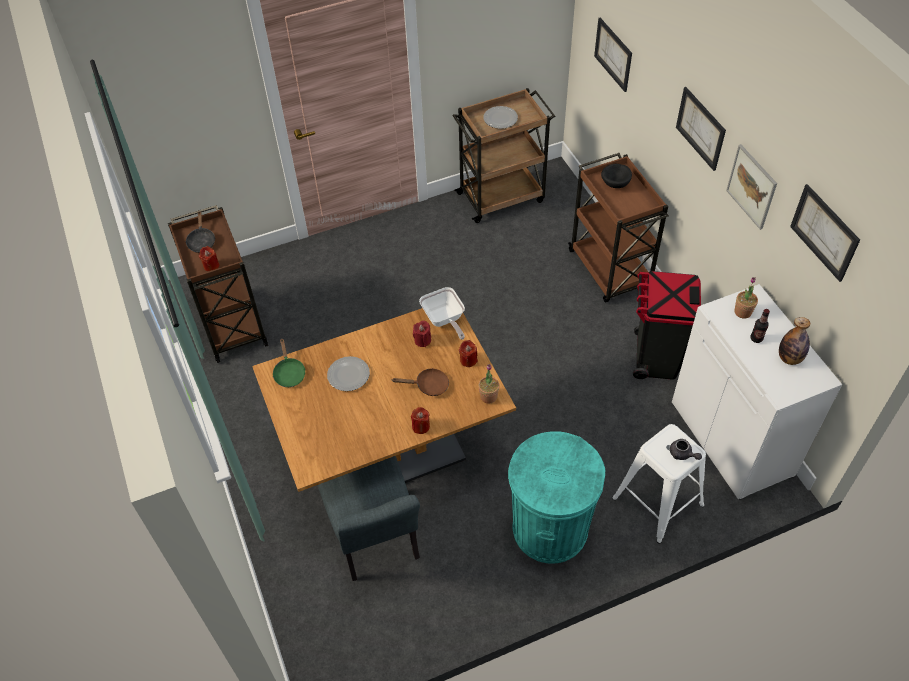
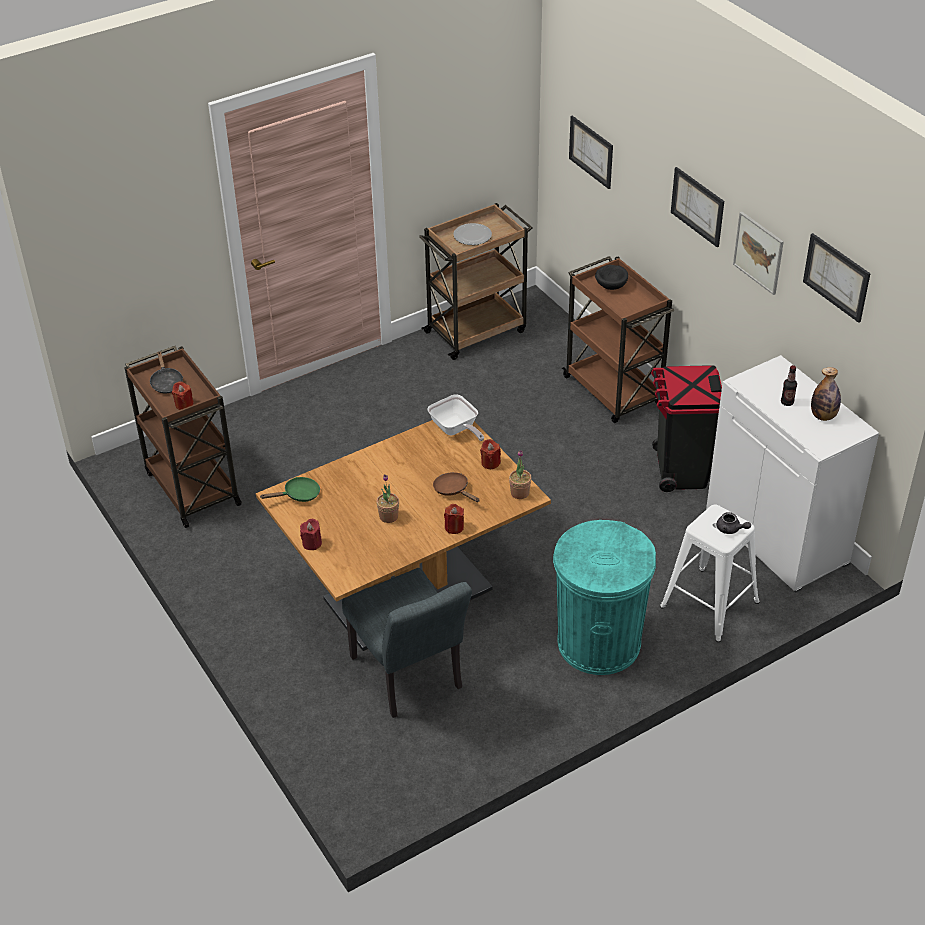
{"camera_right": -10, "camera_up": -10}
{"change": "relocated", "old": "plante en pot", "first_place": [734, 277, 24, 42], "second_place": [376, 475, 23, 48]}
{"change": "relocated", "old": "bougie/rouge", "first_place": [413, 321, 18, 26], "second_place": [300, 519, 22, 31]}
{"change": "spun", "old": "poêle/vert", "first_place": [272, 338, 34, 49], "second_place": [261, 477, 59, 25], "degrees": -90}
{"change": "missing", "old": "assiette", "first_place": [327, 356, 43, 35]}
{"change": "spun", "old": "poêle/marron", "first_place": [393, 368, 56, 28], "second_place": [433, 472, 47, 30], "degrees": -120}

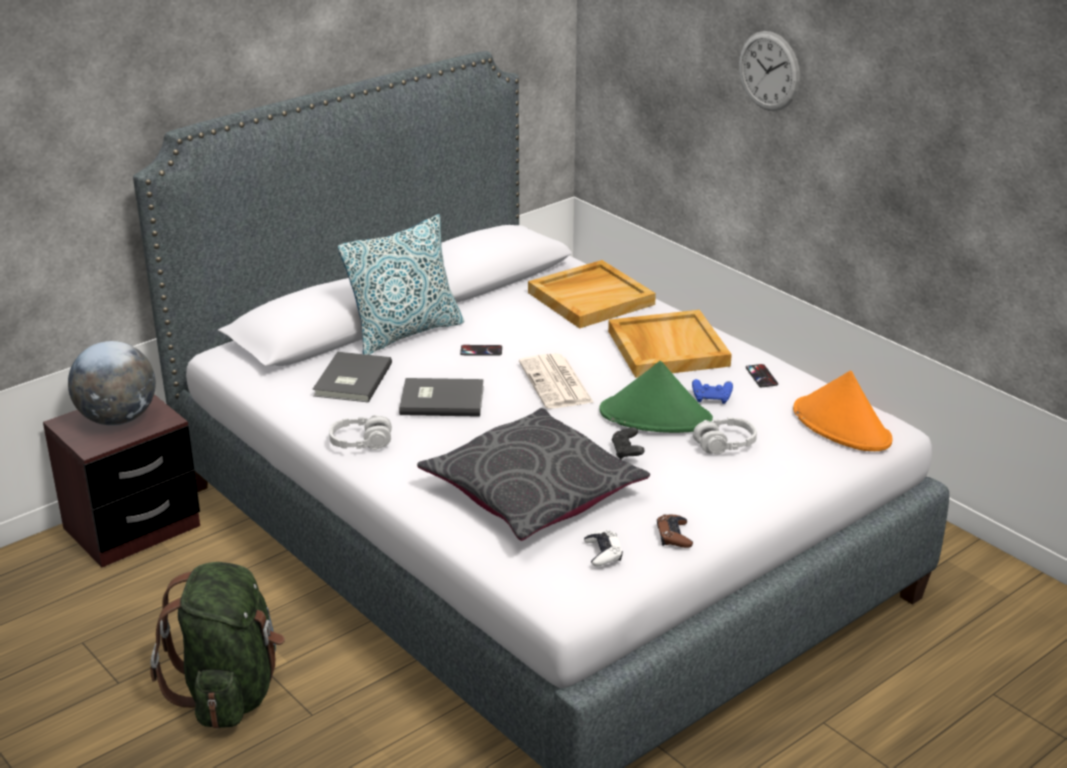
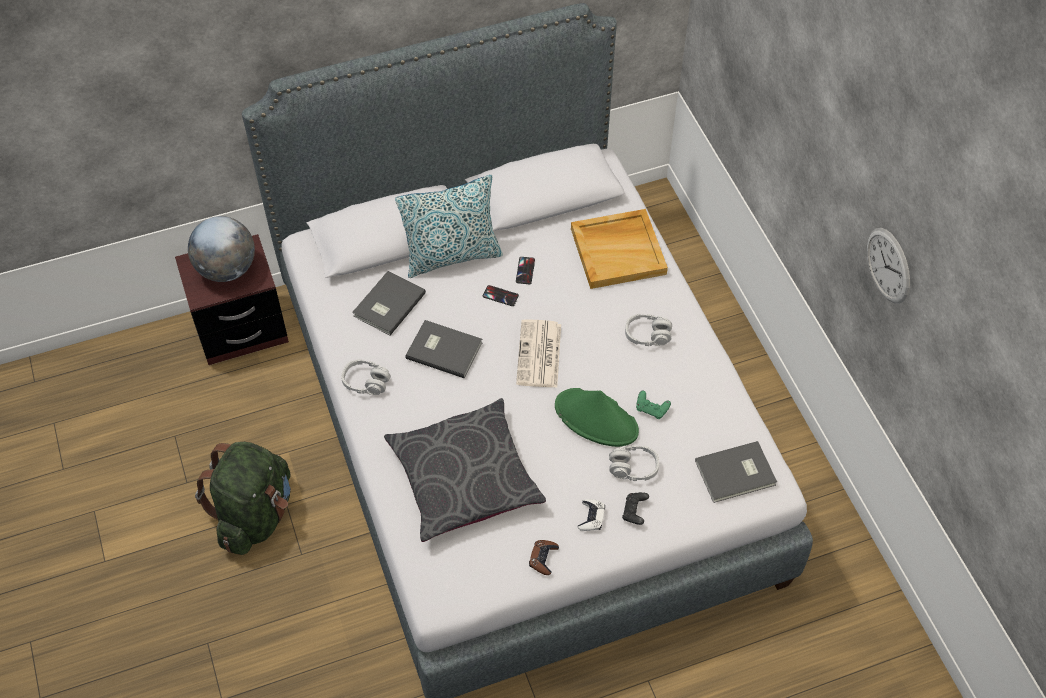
{"camera_right": 20, "camera_up": 25}
{"change": "relocated", "old": "horloge murale", "first_place": [739, 31, 61, 80], "second_place": [867, 228, 43, 76]}
{"change": "exchanged", "old": "plateau/beige", "new": "casque audio/gris", "first_place": [608, 310, 124, 68], "second_place": [625, 314, 47, 32]}
{"change": "relocated", "old": "téléphone", "first_place": [746, 364, 32, 23], "second_place": [516, 257, 19, 27]}
{"change": "exchanged", "old": "chapeau/orange", "new": "livre/gris", "first_place": [793, 370, 100, 81], "second_place": [695, 441, 82, 62]}
{"change": "colour", "old": "manette/bleu", "new": "manette/vert", "first_place": [692, 379, 41, 25], "second_place": [636, 390, 35, 29]}
{"change": "relocated", "old": "manette/noir", "first_place": [612, 427, 33, 33], "second_place": [622, 492, 27, 33]}
{"change": "relocated", "old": "manette/blanc", "first_place": [584, 530, 39, 36], "second_place": [578, 499, 27, 32]}

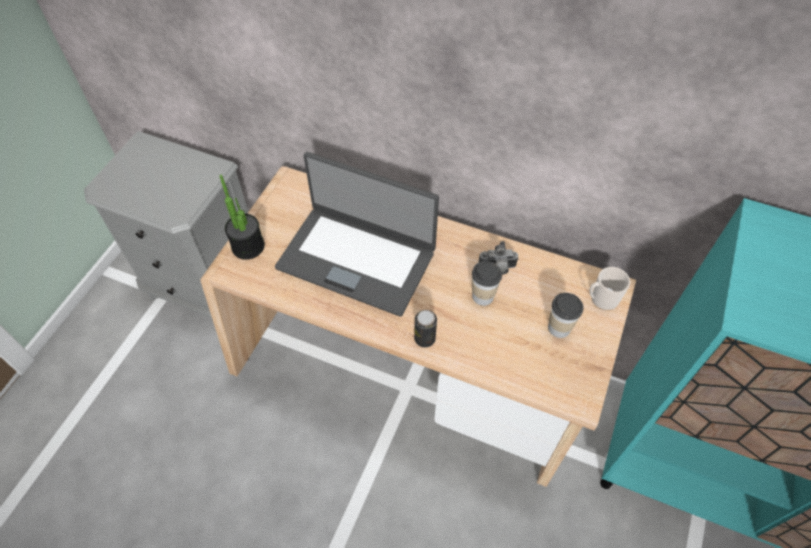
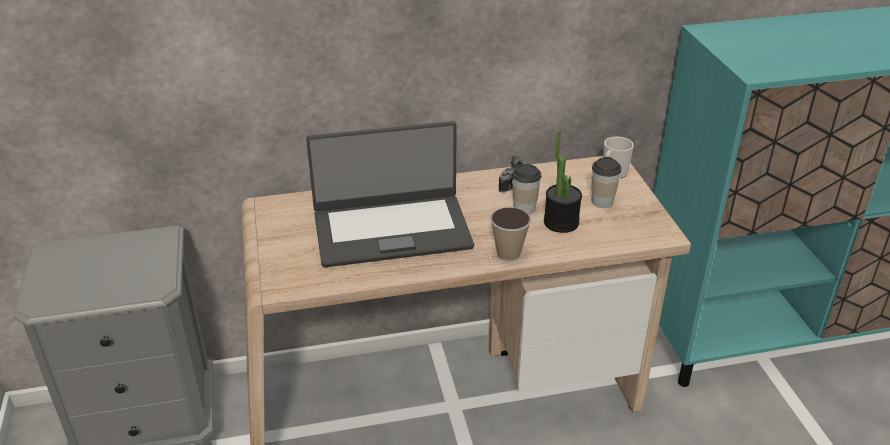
{"camera_right": -35, "camera_up": -20}
{"change": "relocated", "old": "plante en pot", "first_place": [219, 175, 46, 85], "second_place": [544, 130, 38, 103]}
{"change": "exchanged", "old": "boîte métallique", "new": "tasse", "first_place": [414, 310, 23, 38], "second_place": [490, 207, 41, 54]}

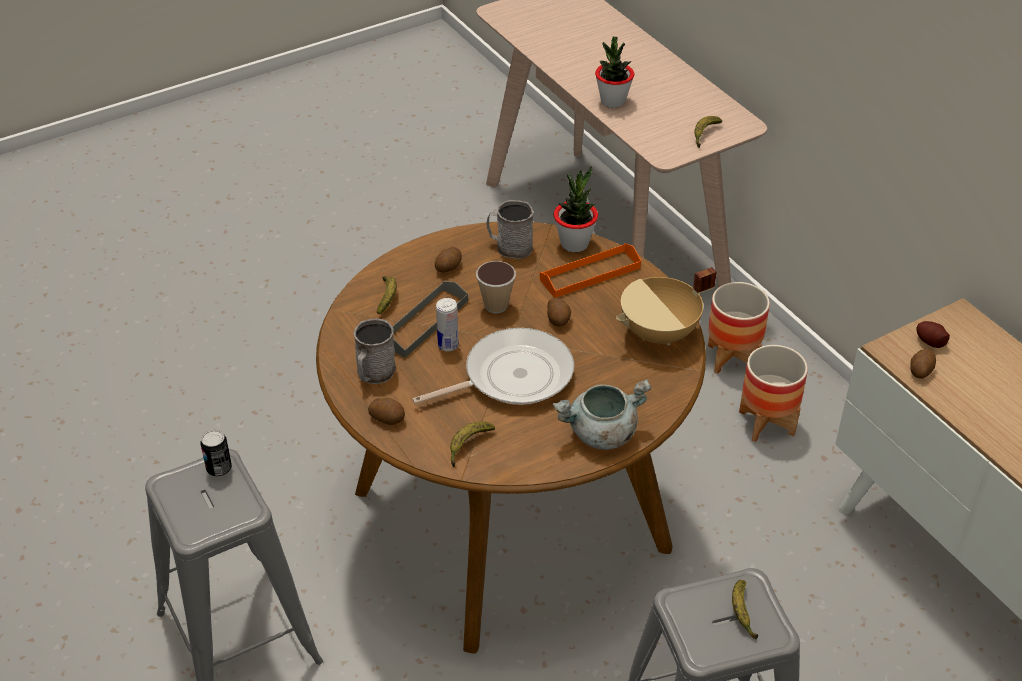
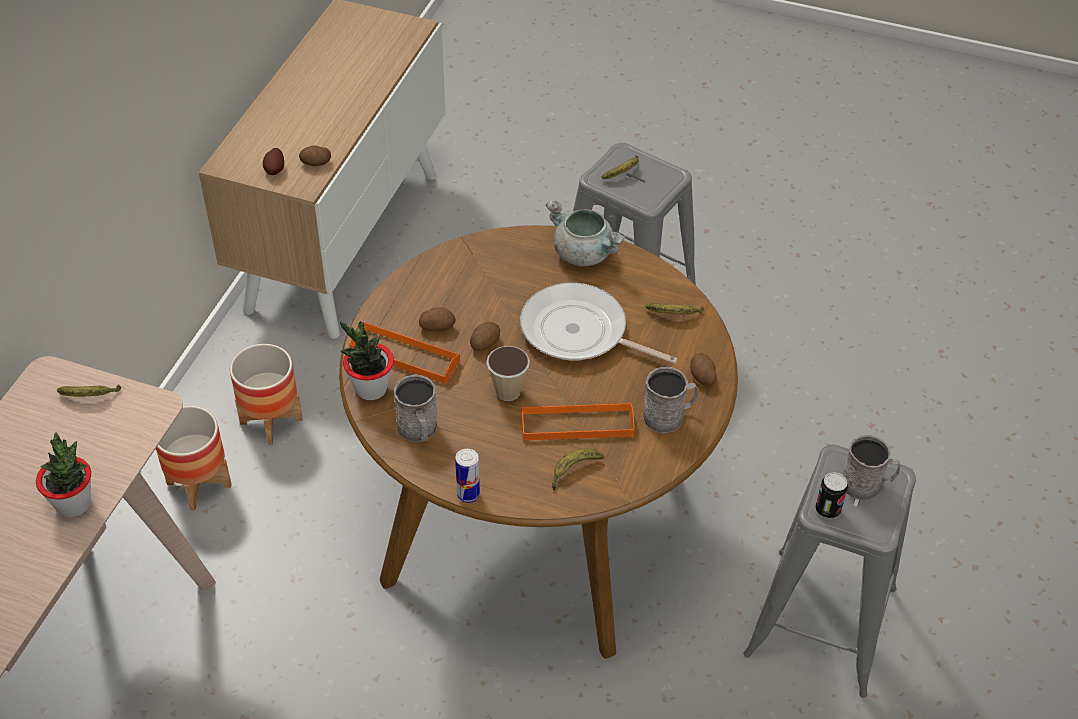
{"camera_right": -130, "camera_up": 5}
{"change": "relocated", "old": "pomme de terre", "first_place": [435, 247, 27, 26], "second_place": [419, 307, 37, 25]}
{"change": "missing", "old": "marmite/beige", "first_place": [616, 267, 101, 79]}
{"change": "colour", "old": "plateau/gris", "new": "plateau/orange", "first_place": [392, 281, 76, 77], "second_place": [521, 402, 114, 39]}
{"change": "relocated", "old": "boîte métallique", "first_place": [436, 298, 23, 53], "second_place": [455, 449, 25, 54]}
{"change": "appeared", "new": "mug/gris", "second_place": [842, 435, 58, 65]}

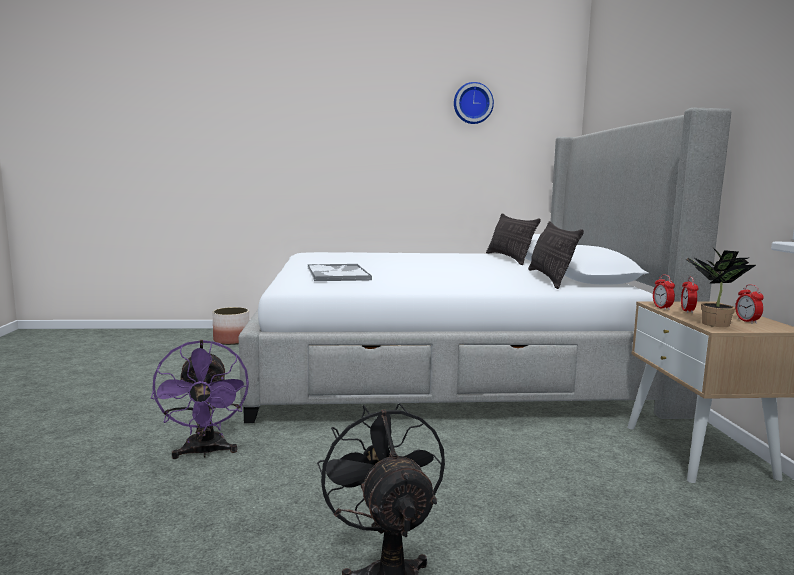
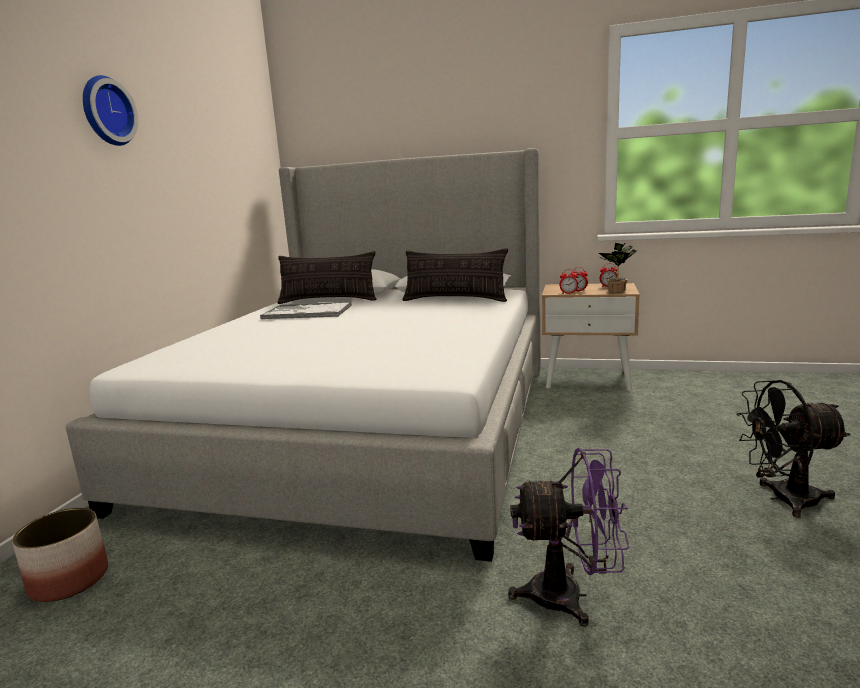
{"camera_right": -70, "camera_up": 5}
{"change": "relocated", "old": "horloge murale", "first_place": [454, 82, 40, 42], "second_place": [83, 75, 55, 71]}
{"change": "relocated", "old": "plateau", "first_place": [308, 264, 64, 17], "second_place": [260, 302, 92, 17]}

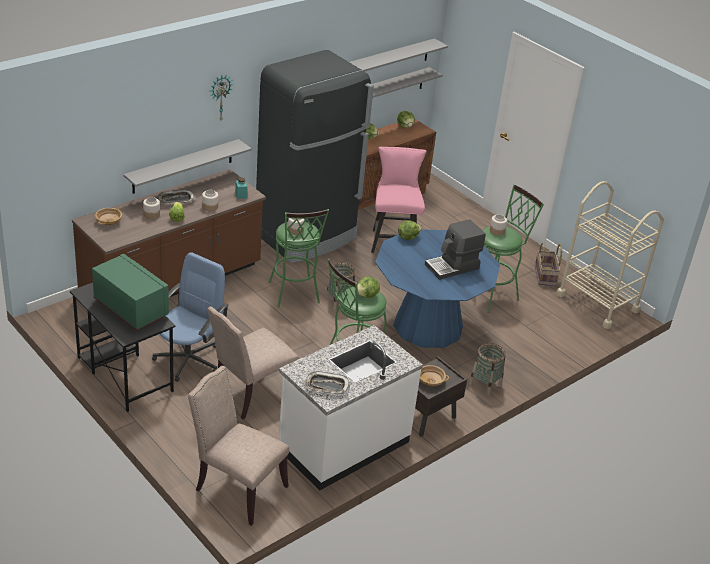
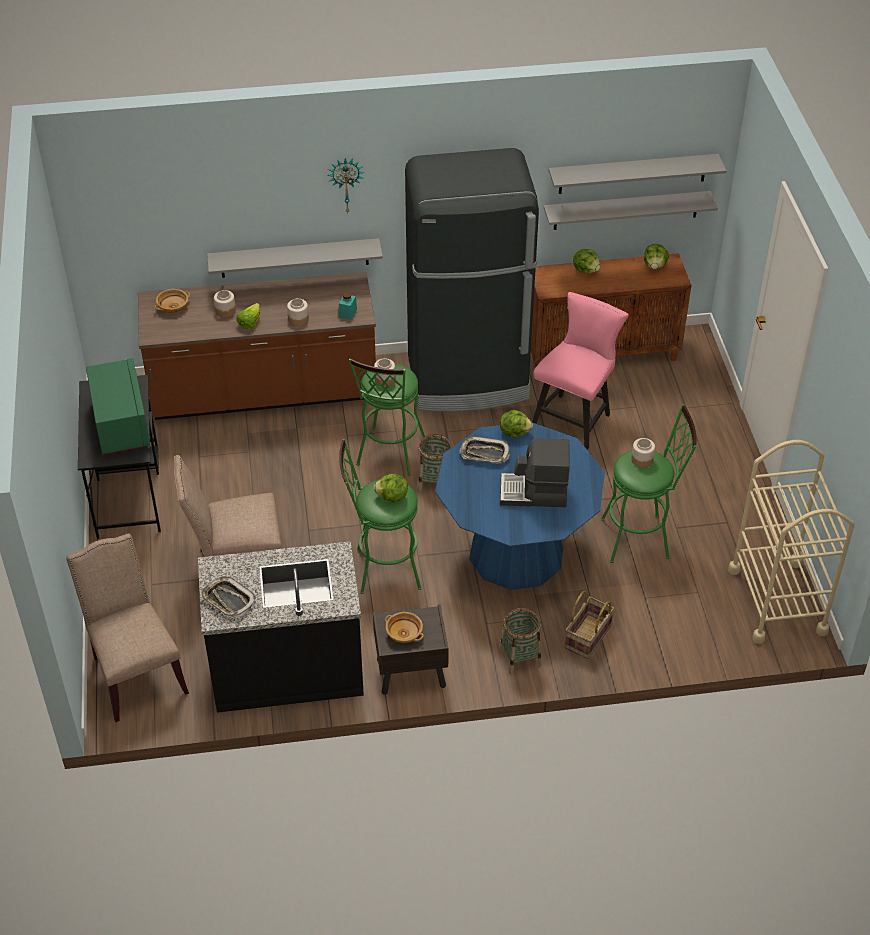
{"camera_right": 35, "camera_up": 10}
{"change": "relocated", "old": "plateau", "first_place": [158, 189, 38, 16], "second_place": [460, 436, 50, 28]}
{"change": "relocated", "old": "panier", "first_place": [535, 243, 27, 43], "second_place": [565, 591, 49, 68]}
{"change": "missing", "old": "chaise de bureau/bleu", "first_place": [152, 252, 77, 130]}
{"change": "colour", "old": "comptoir de cuisine/blanc", "new": "comptoir de cuisine/noir", "first_place": [279, 325, 144, 166], "second_place": [198, 541, 166, 172]}

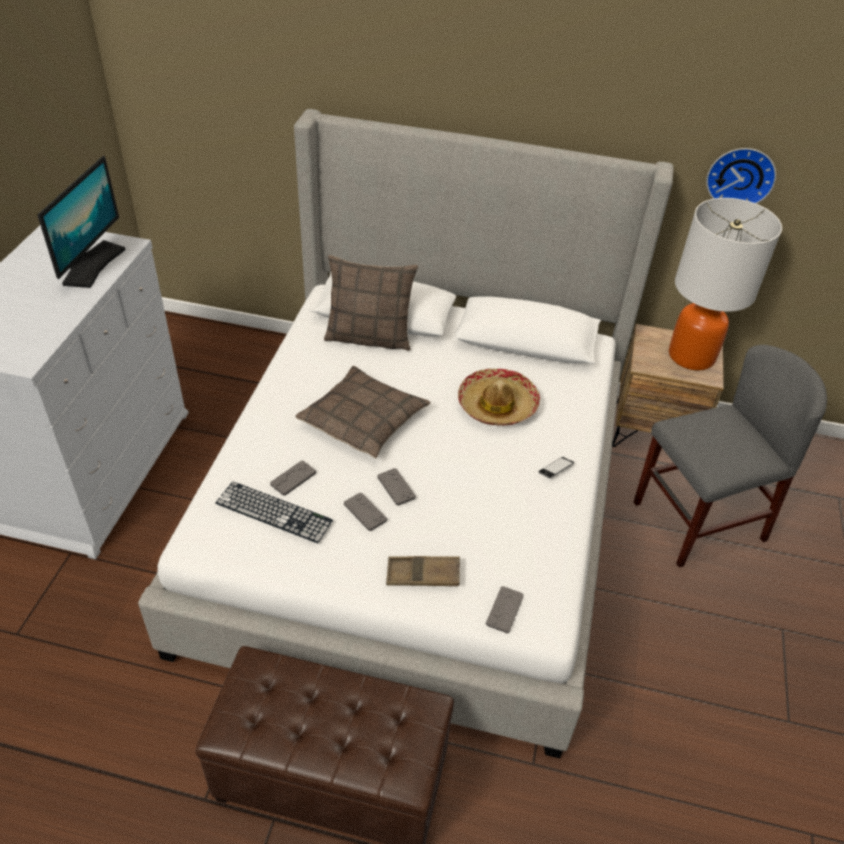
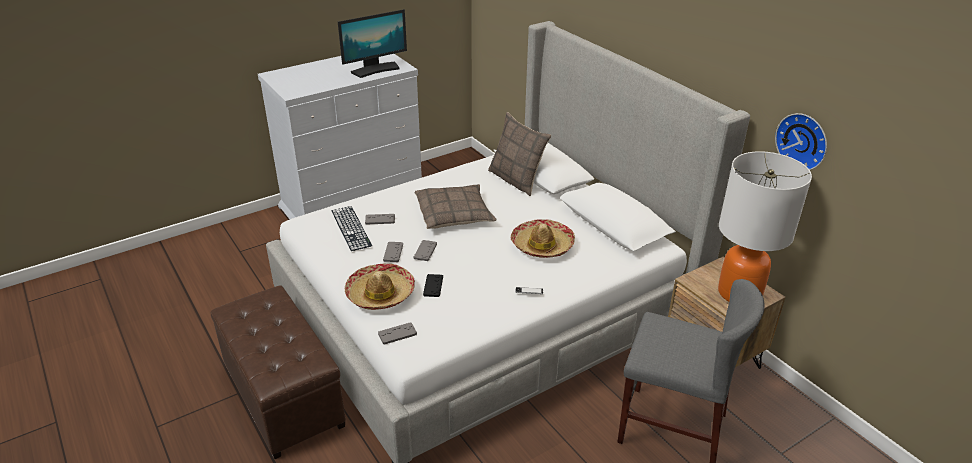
{"camera_right": 45, "camera_up": -10}
{"change": "exchanged", "old": "plateau/marron", "new": "chapeau", "first_place": [386, 556, 74, 30], "second_place": [345, 263, 70, 47]}
{"change": "appeared", "new": "manette/noir", "second_place": [423, 274, 20, 23]}

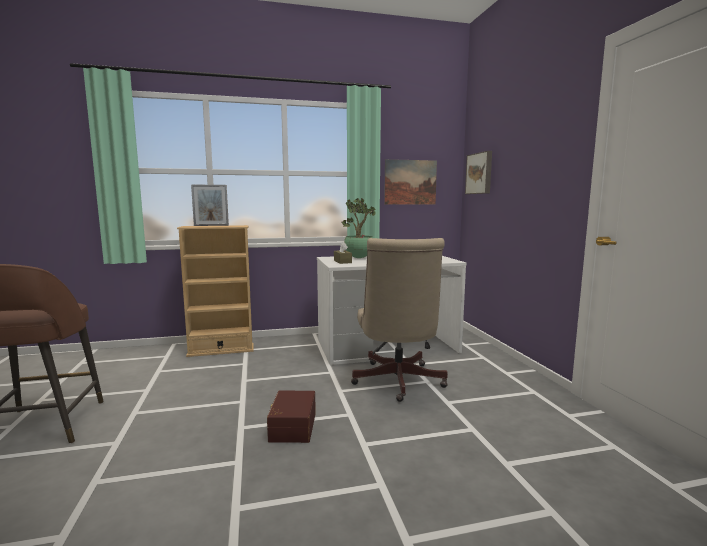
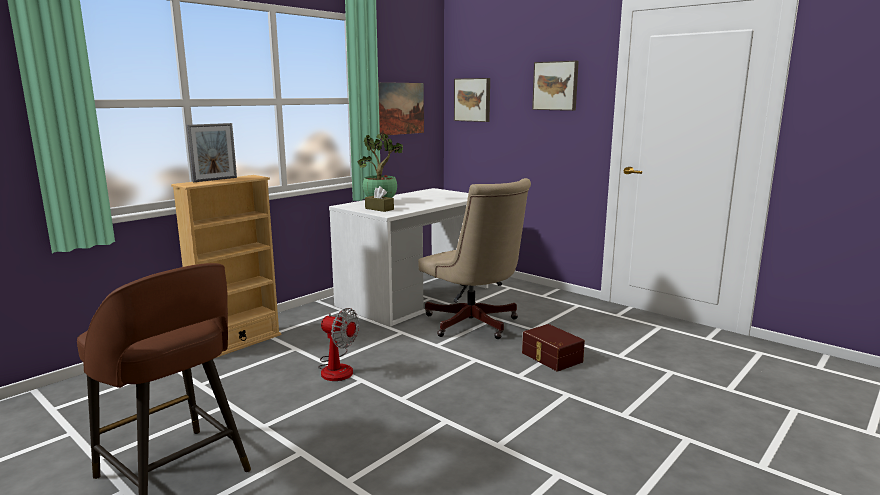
{"camera_right": -35, "camera_up": 5}
{"change": "relocated", "old": "boîte de rangement/marron", "first_place": [267, 391, 49, 52], "second_place": [522, 324, 63, 47]}
{"change": "appeared", "new": "tableau", "second_place": [532, 61, 47, 50]}
{"change": "appeared", "new": "ventilateur", "second_place": [318, 308, 42, 73]}

